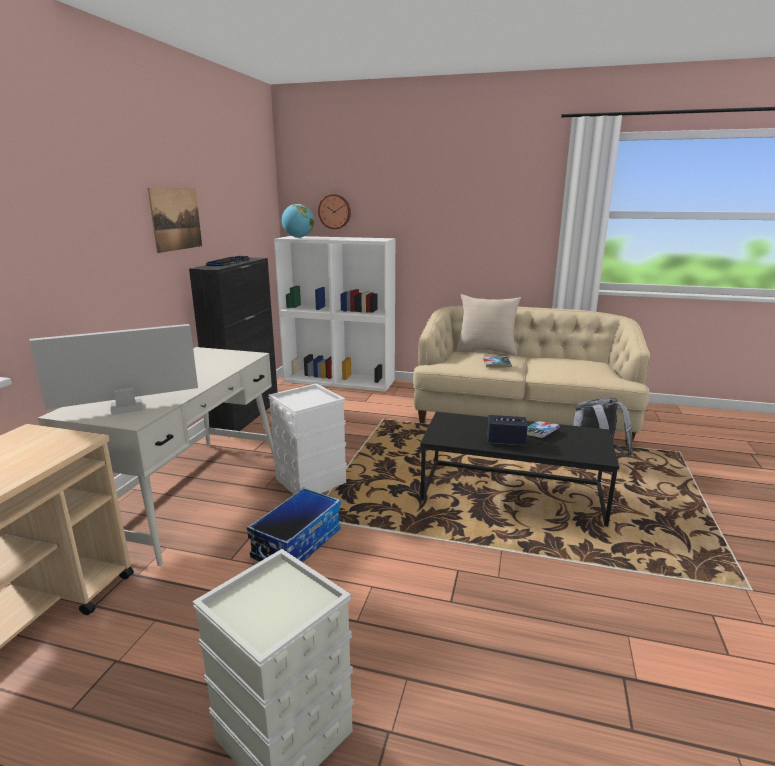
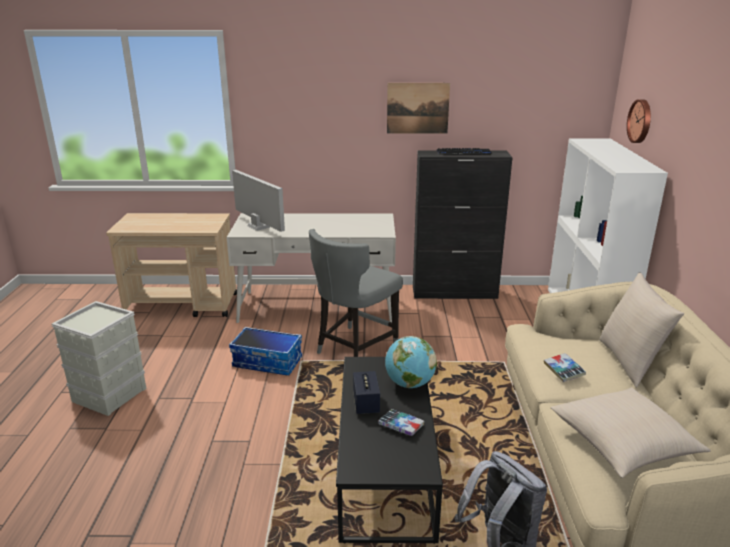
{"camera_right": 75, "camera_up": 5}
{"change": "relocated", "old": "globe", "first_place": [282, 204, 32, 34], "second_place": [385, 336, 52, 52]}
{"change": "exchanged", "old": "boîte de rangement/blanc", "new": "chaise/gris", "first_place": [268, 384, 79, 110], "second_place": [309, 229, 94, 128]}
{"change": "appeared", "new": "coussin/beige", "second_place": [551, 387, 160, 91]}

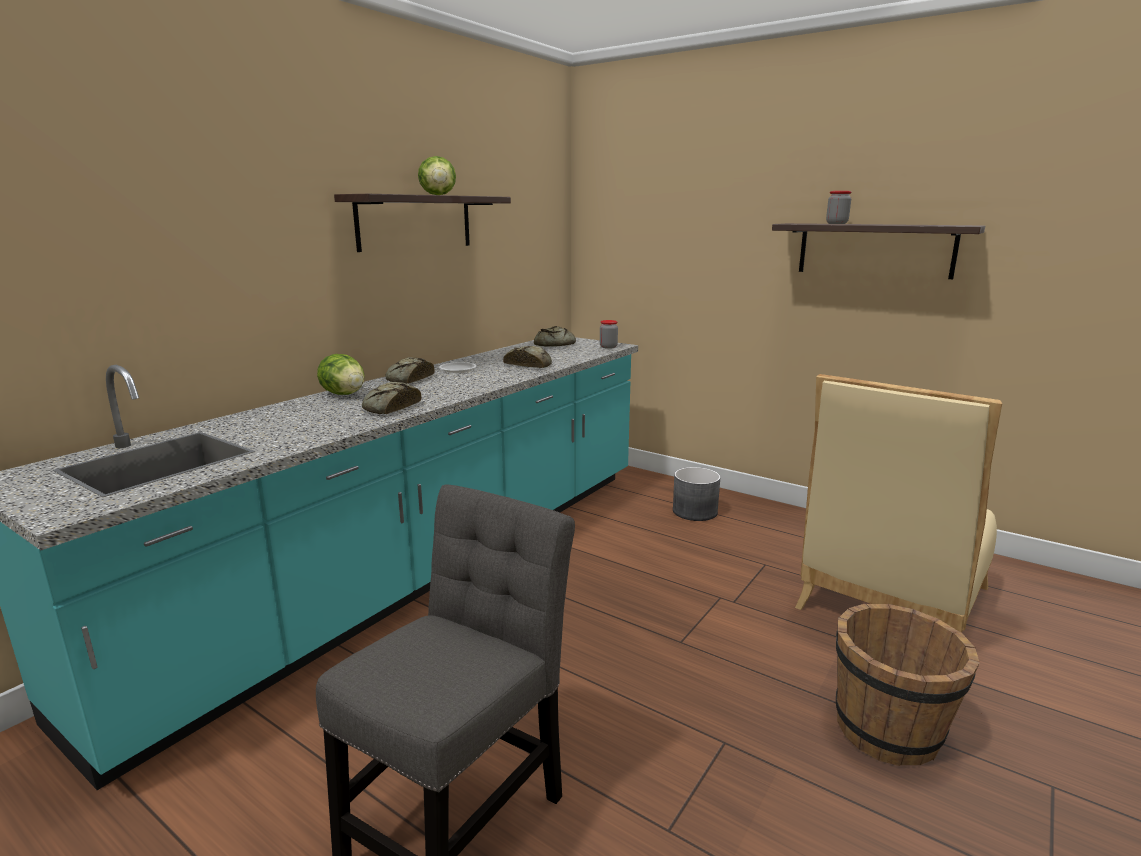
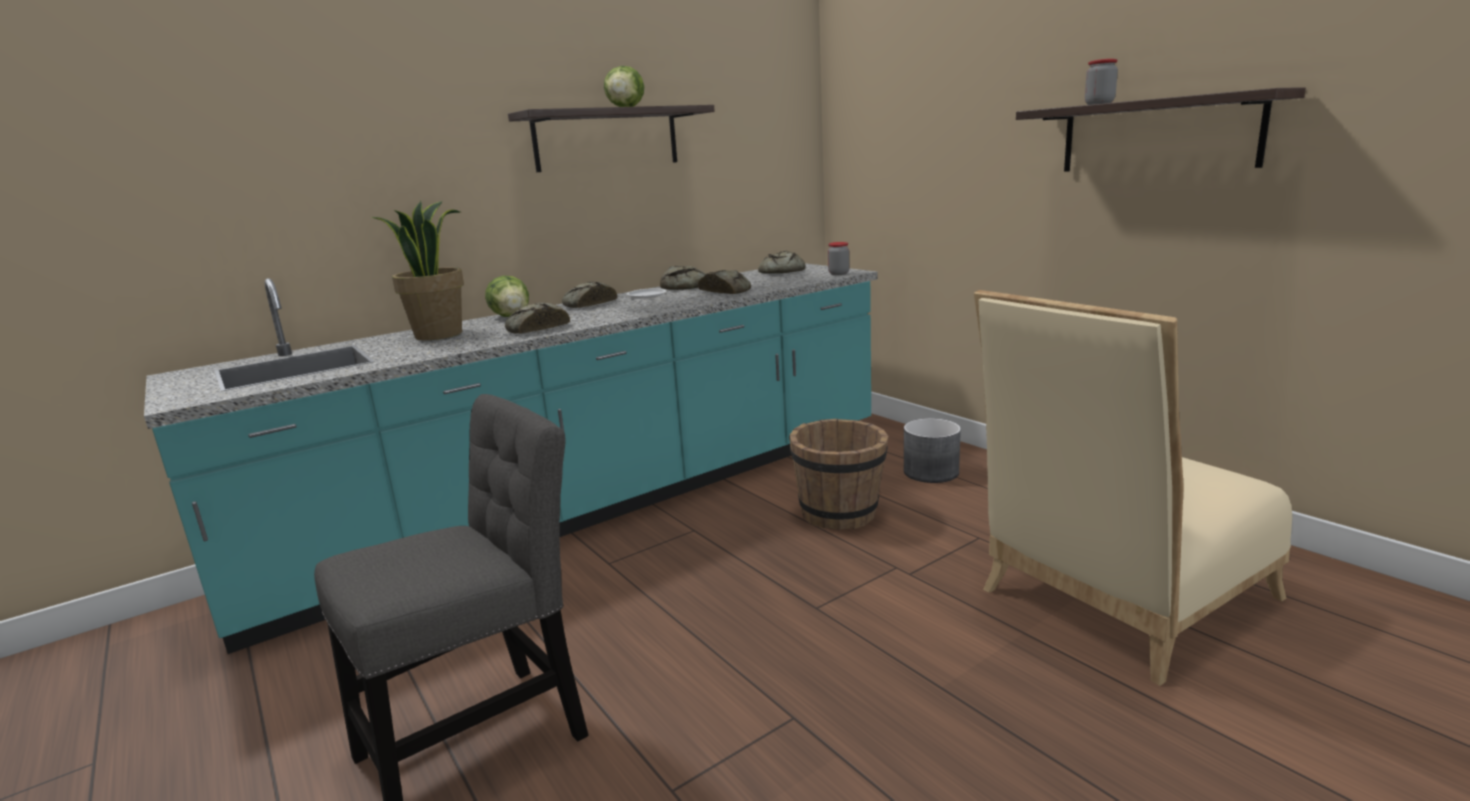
{"camera_right": 20, "camera_up": 0}
{"change": "relocated", "old": "seau/marron", "first_place": [836, 603, 144, 163], "second_place": [789, 419, 100, 111]}
{"change": "appeared", "new": "plante en pot", "second_place": [372, 201, 92, 139]}
{"change": "appeared", "new": "pain", "second_place": [660, 266, 46, 24]}

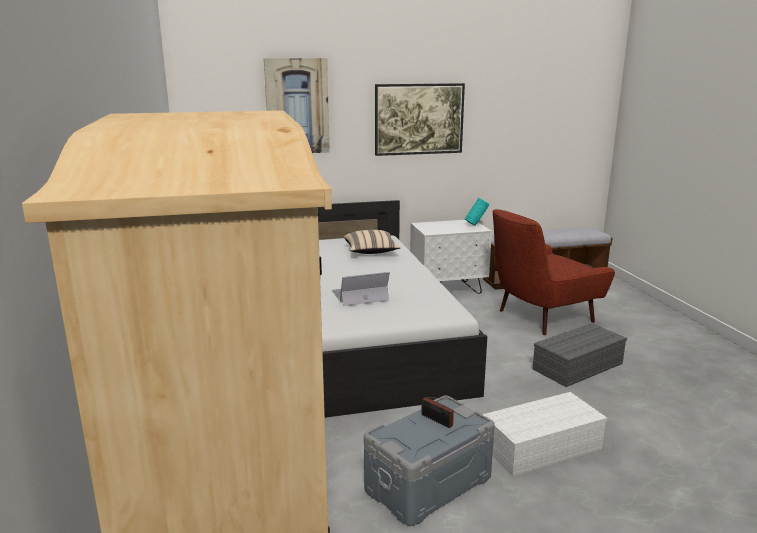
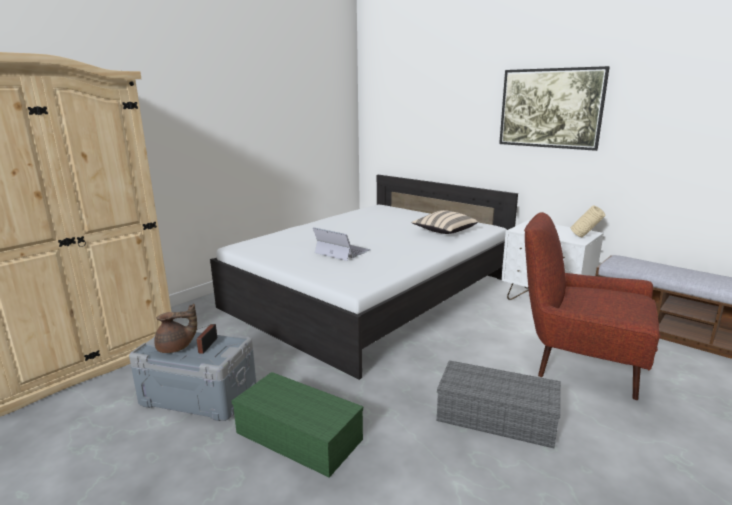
{"camera_right": 55, "camera_up": 0}
{"change": "missing", "old": "tableau", "first_place": [264, 58, 66, 95]}
{"change": "colour", "old": "vase/turquoise", "new": "vase/beige", "first_place": [465, 198, 24, 28], "second_place": [571, 205, 35, 32]}
{"change": "colour", "old": "boîte de rangement/blanc", "new": "boîte de rangement/vert", "first_place": [482, 392, 125, 85], "second_place": [231, 372, 133, 106]}
{"change": "appeared", "new": "théière/marron", "second_place": [154, 304, 43, 49]}

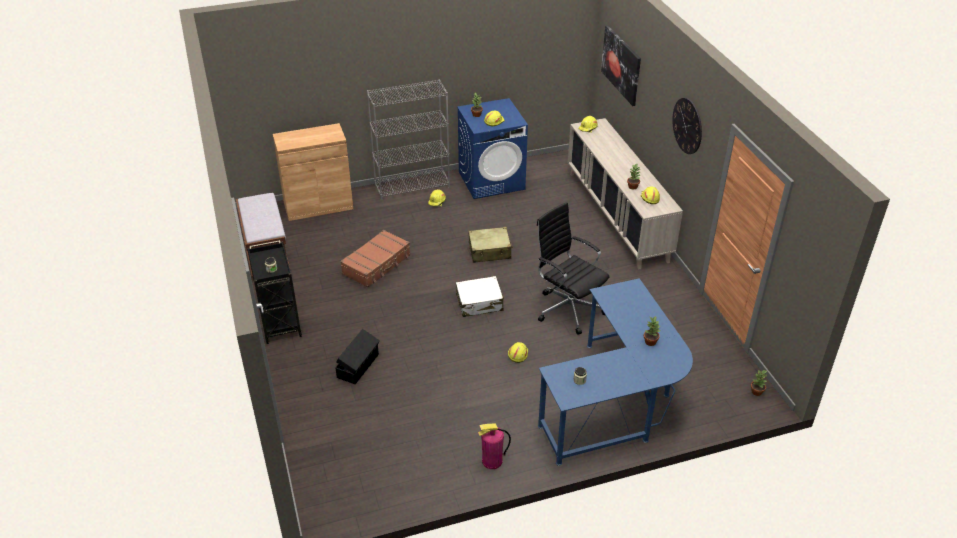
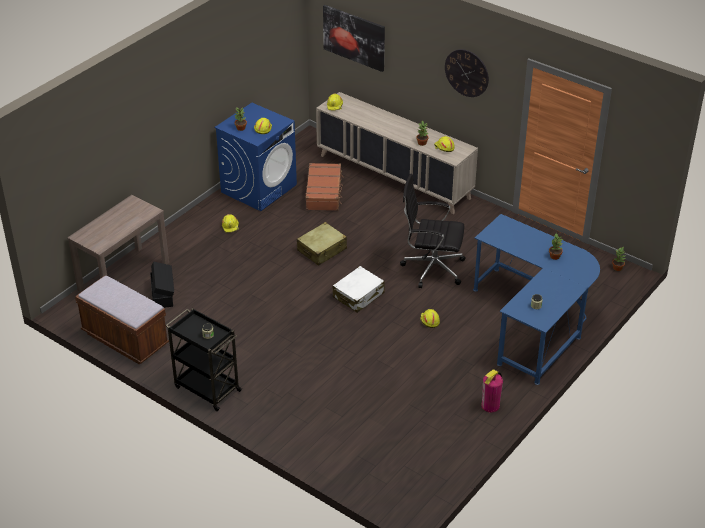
{"camera_right": -35, "camera_up": 0}
{"change": "missing", "old": "bibliothèque/gris", "first_place": [367, 79, 83, 121]}
{"change": "exchanged", "old": "meuble de rangement/marron", "new": "table console/marron", "first_place": [273, 123, 80, 98], "second_place": [68, 195, 101, 97]}
{"change": "relocated", "old": "valise/marron", "first_place": [340, 230, 70, 58], "second_place": [305, 163, 39, 48]}
{"change": "relocated", "old": "boîte de rangement/noir", "first_place": [335, 329, 45, 55], "second_place": [150, 261, 24, 47]}

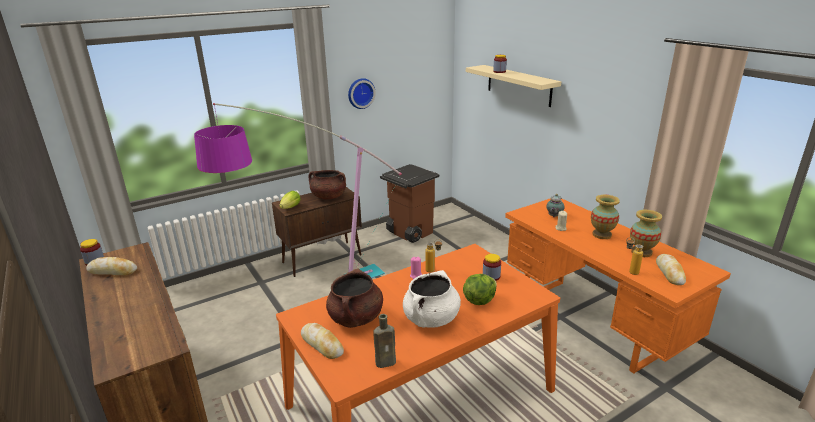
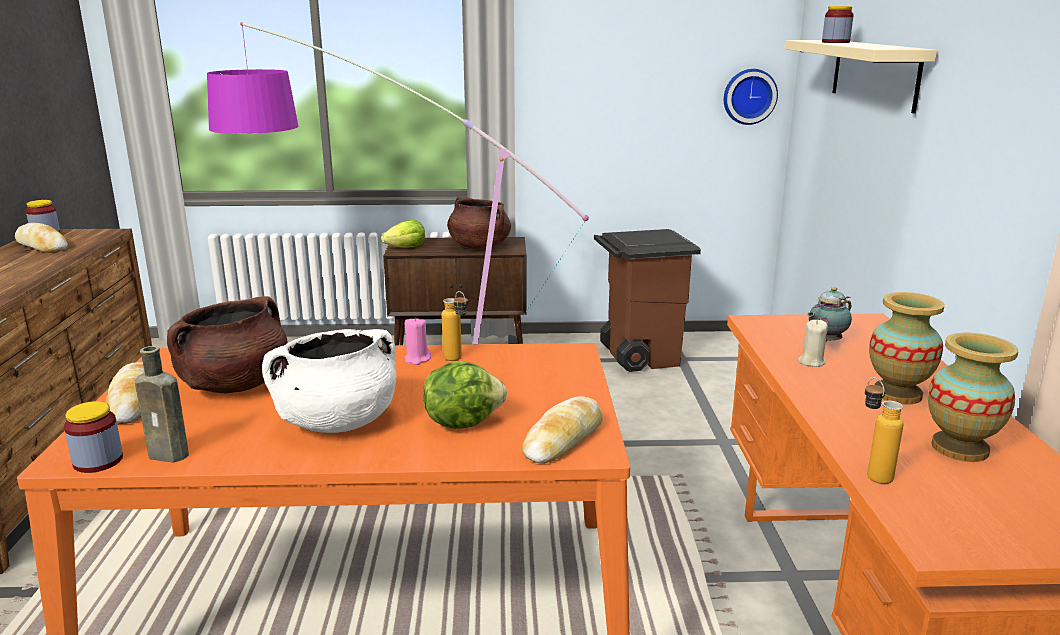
{"camera_right": 30, "camera_up": -5}
{"change": "relocated", "old": "horloge murale", "first_place": [348, 78, 28, 31], "second_place": [724, 69, 54, 56]}
{"change": "relocated", "old": "bocal", "first_place": [483, 254, 18, 27], "second_place": [64, 401, 59, 72]}
{"change": "relocated", "old": "pain", "first_place": [656, 254, 30, 31], "second_place": [522, 396, 81, 68]}

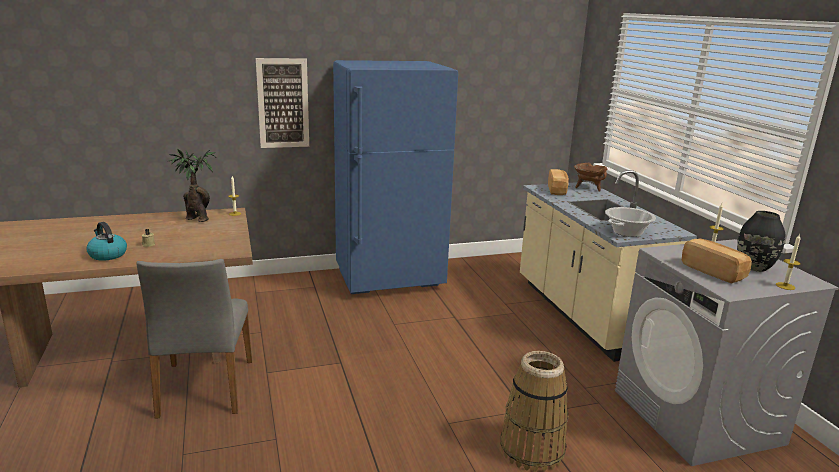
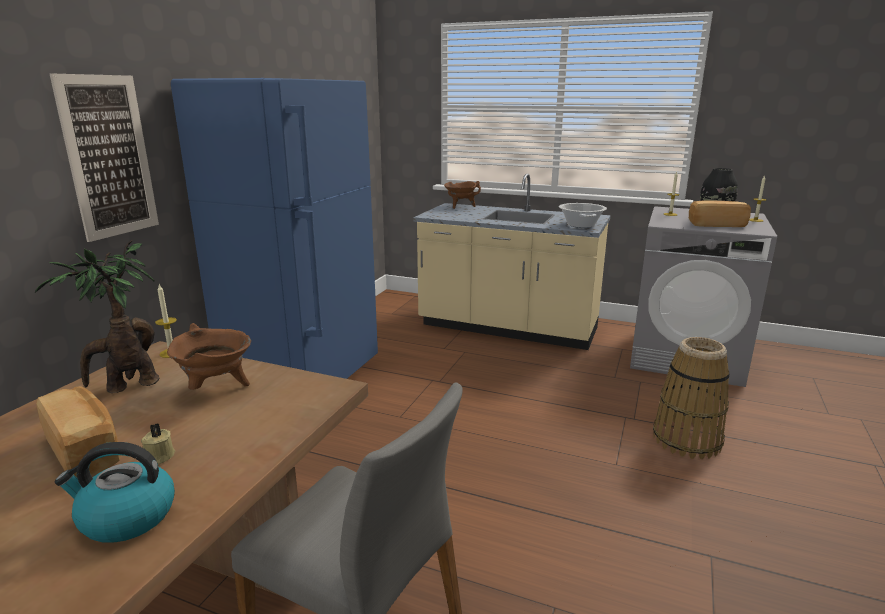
{"camera_right": -50, "camera_up": 0}
{"change": "relocated", "old": "pain", "first_place": [548, 169, 21, 26], "second_place": [36, 386, 84, 91]}
{"change": "appeared", "new": "marmite/marron", "second_place": [167, 323, 84, 67]}

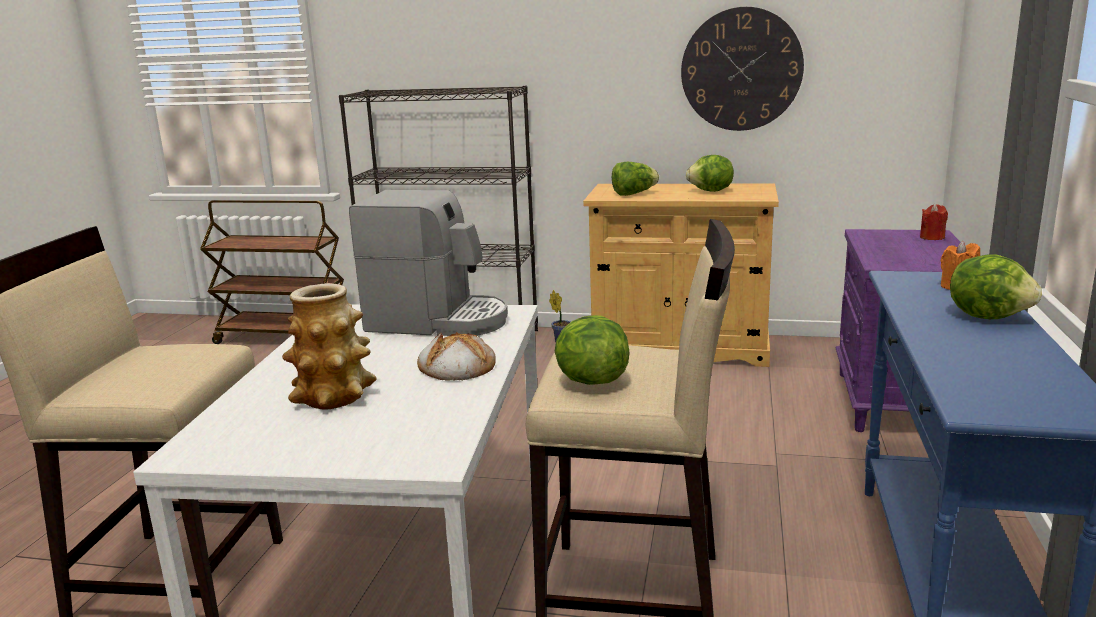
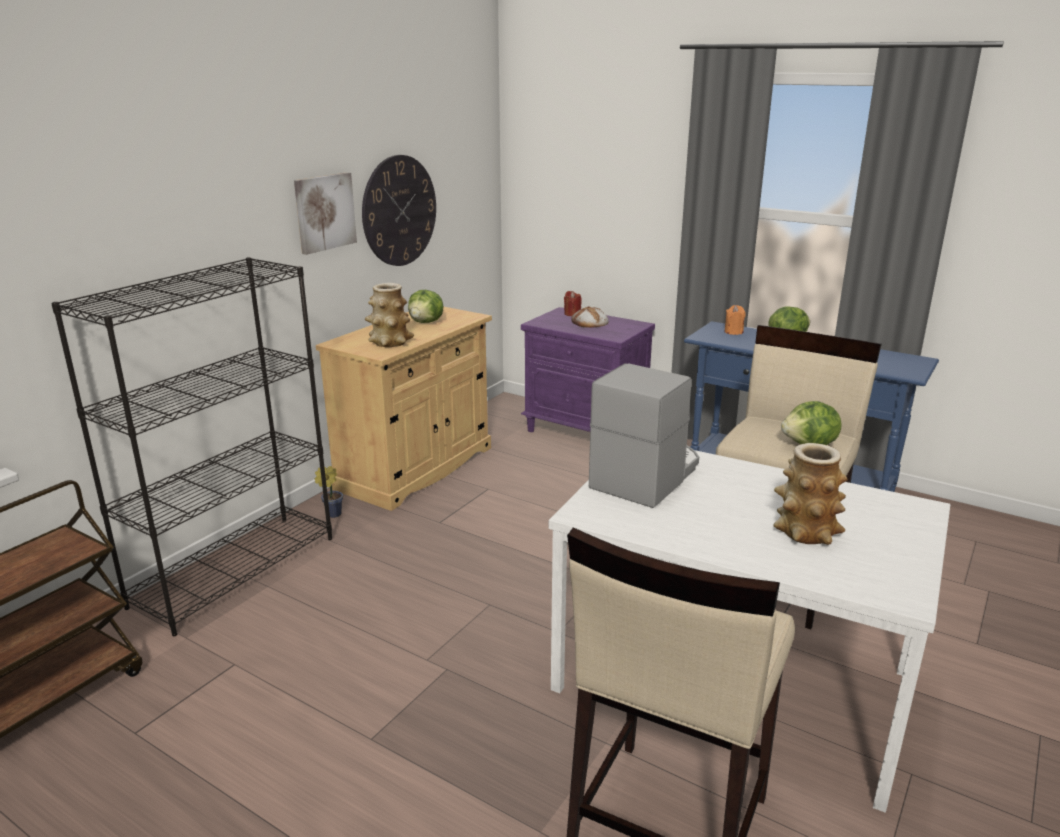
{"camera_right": -70, "camera_up": 5}
{"change": "exchanged", "old": "laitue", "new": "vase", "first_place": [612, 162, 47, 34], "second_place": [365, 283, 49, 64]}
{"change": "relocated", "old": "pain", "first_place": [417, 332, 79, 49], "second_place": [571, 306, 37, 22]}
{"change": "appeared", "new": "tableau", "second_place": [294, 172, 63, 83]}

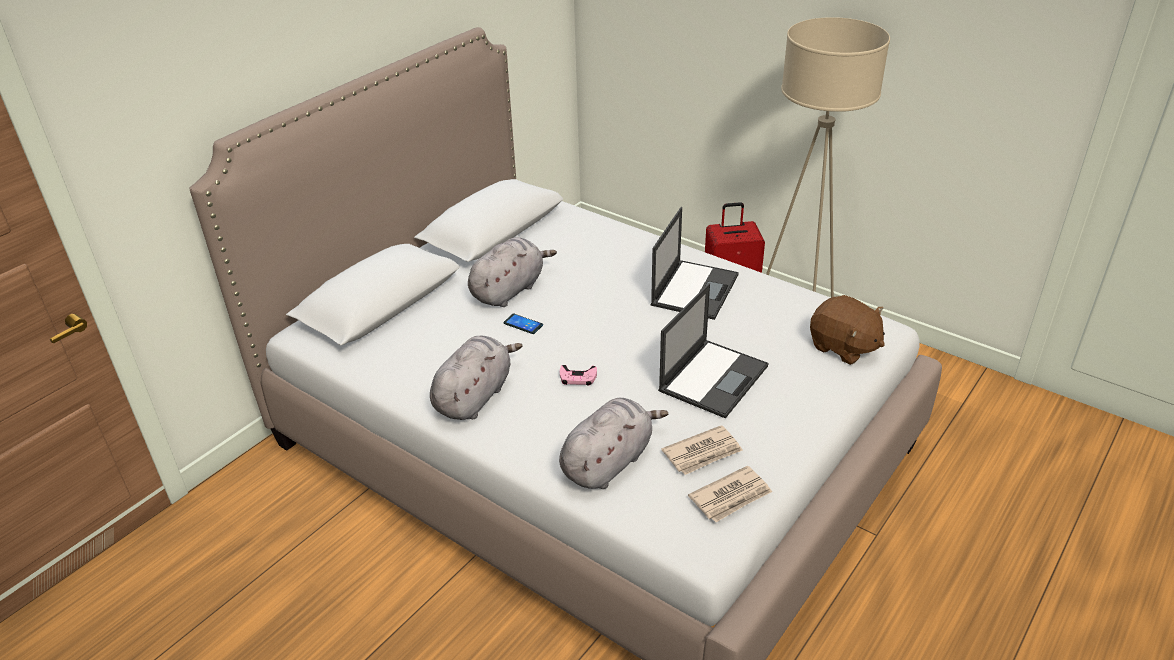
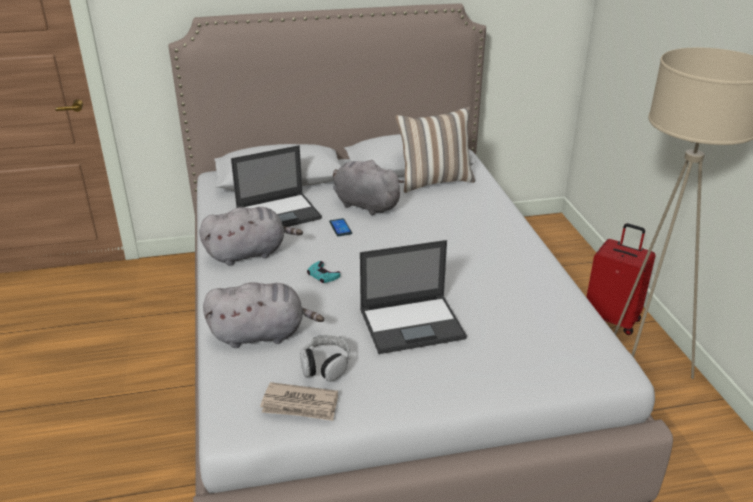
{"camera_right": 40, "camera_up": -5}
{"change": "relocated", "old": "ordinateur portable", "first_place": [651, 207, 88, 113], "second_place": [231, 145, 91, 82]}
{"change": "spun", "old": "peluche/gris", "first_place": [468, 237, 89, 70], "second_place": [333, 159, 72, 56], "degrees": -135}
{"change": "missing", "old": "peluche/marron", "first_place": [810, 295, 75, 70]}
{"change": "colour", "old": "manette/rose", "new": "manette/turquoise", "first_place": [560, 365, 37, 20], "second_place": [307, 261, 33, 22]}
{"change": "exchanged", "old": "journal", "new": "casque audio", "first_place": [661, 425, 81, 50], "second_place": [300, 334, 51, 48]}
{"change": "appeared", "new": "coussin", "second_place": [395, 107, 80, 86]}

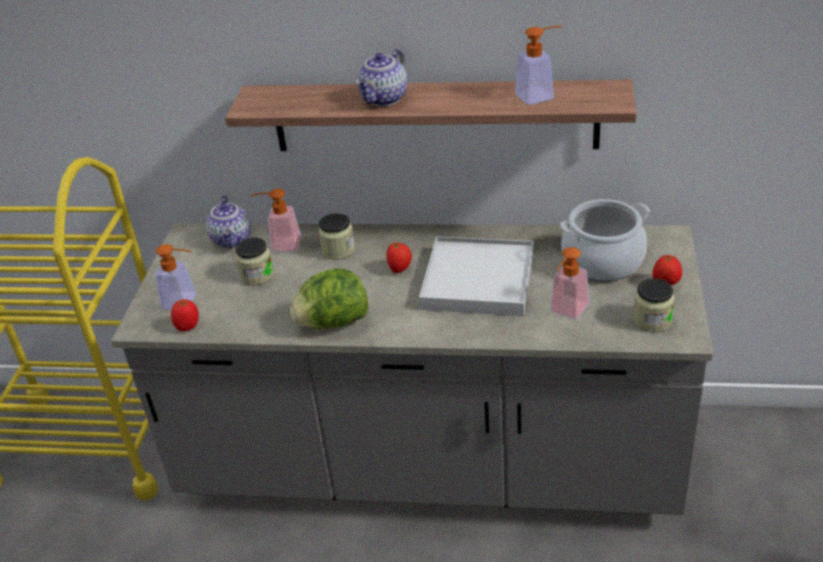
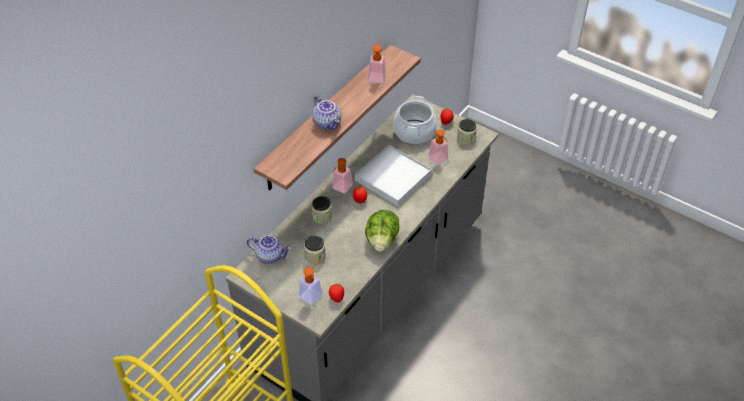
{"camera_right": -65, "camera_up": 10}
{"change": "relocated", "old": "distributeur de savon", "first_place": [250, 189, 51, 63], "second_place": [332, 158, 21, 36]}

